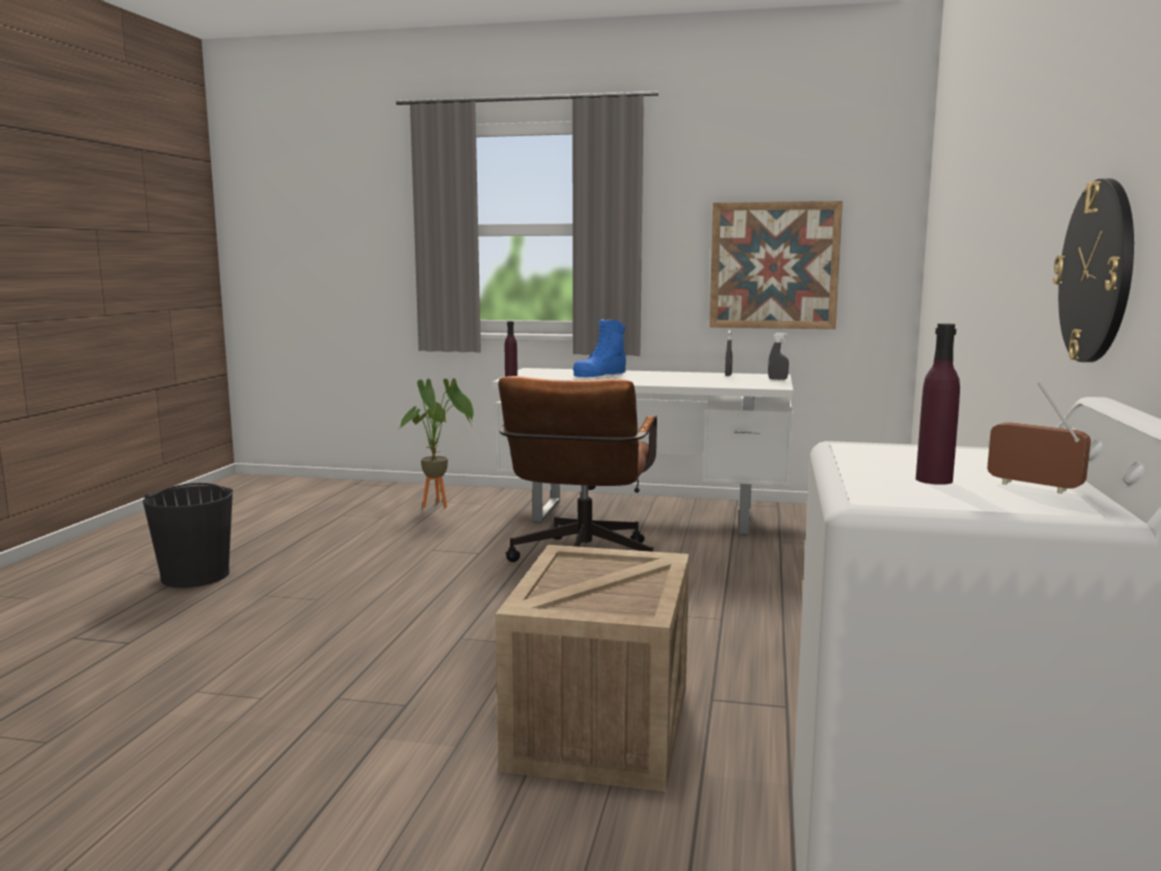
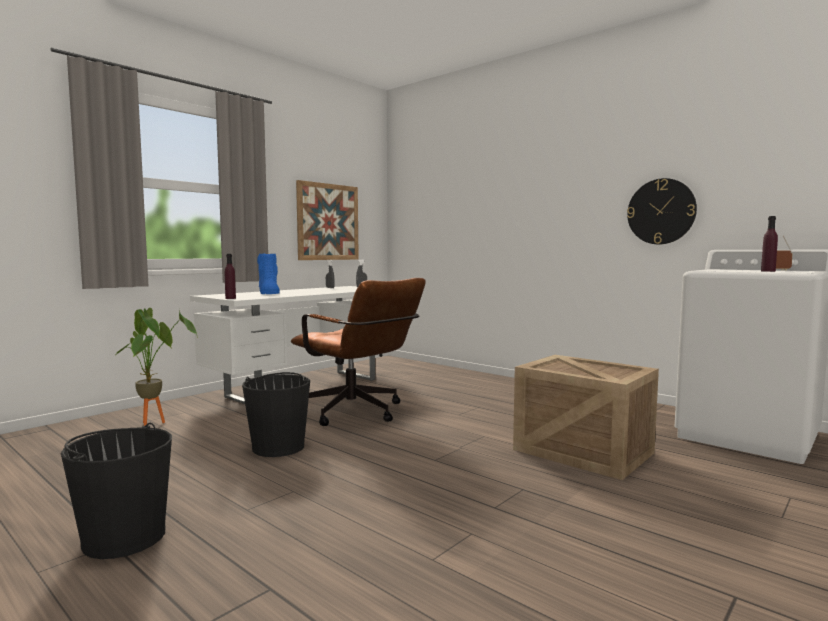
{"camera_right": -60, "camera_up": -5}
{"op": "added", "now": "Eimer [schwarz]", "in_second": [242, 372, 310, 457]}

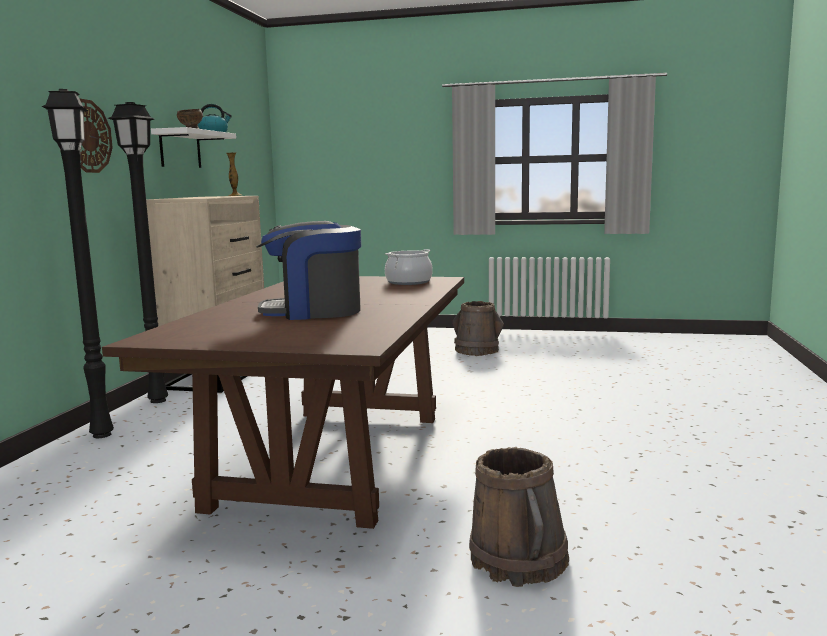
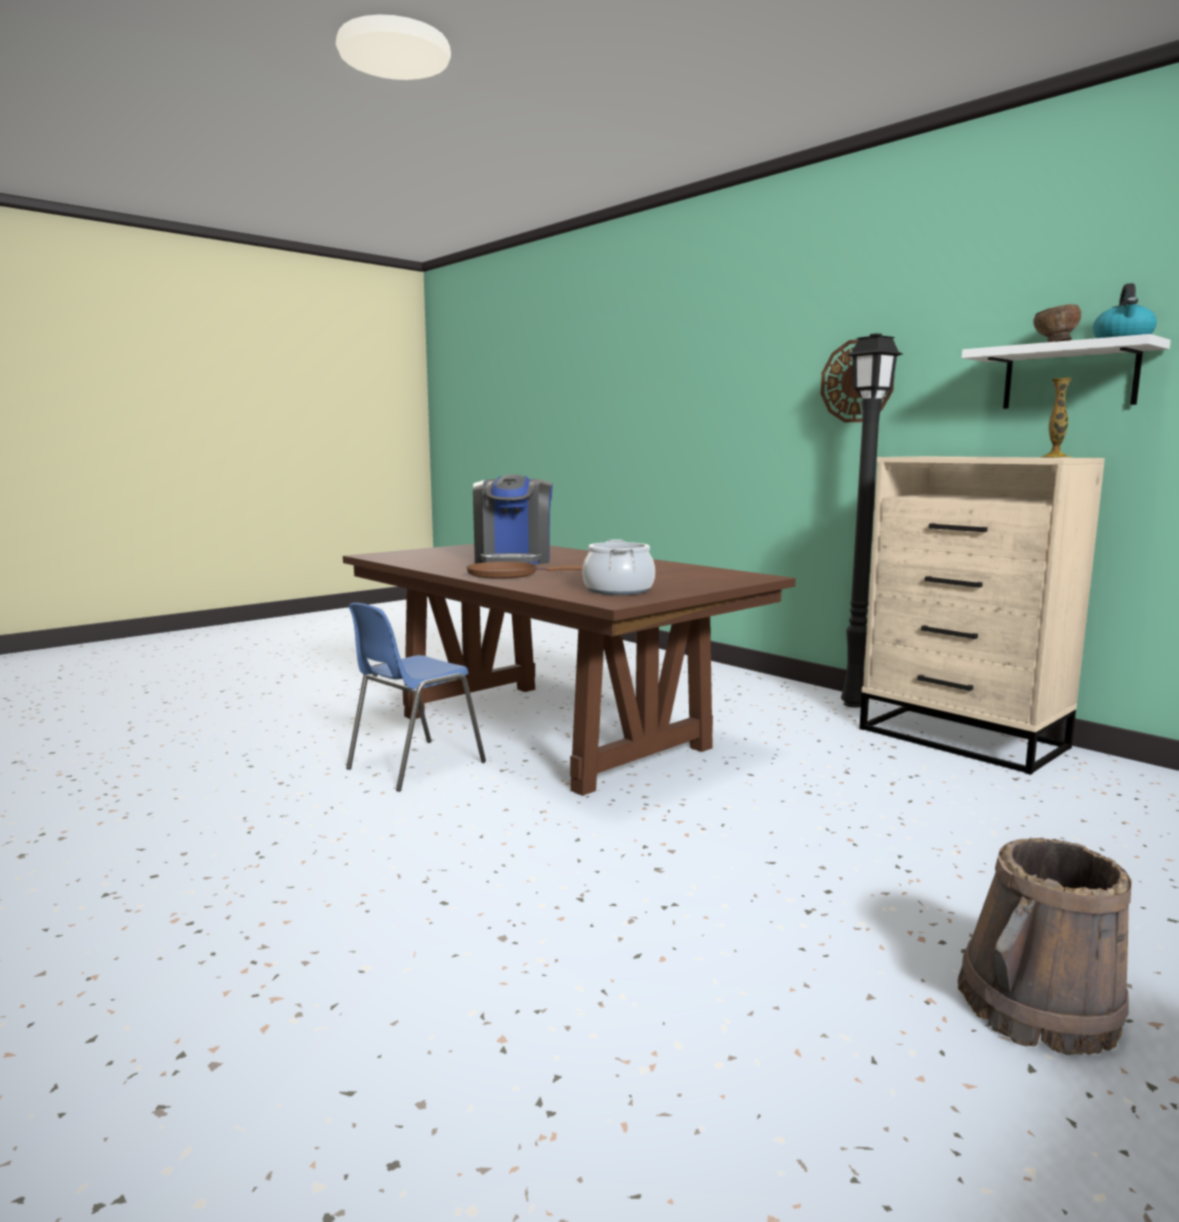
{"camera_right": 125, "camera_up": 0}
{"op": "removed", "was": "Stehlampe [schwarz]", "in_first": [42, 89, 114, 438]}
{"op": "turned", "was": "Kaffeemaschine", "in_first": [256, 221, 361, 320], "in_second": [473, 474, 553, 564], "clockwise": 150}
{"op": "removed", "was": "Eimer [braun]", "in_first": [469, 447, 569, 587]}
{"op": "added", "now": "Stuhl [blau]", "in_second": [346, 603, 486, 792]}
{"op": "added", "now": "Pfanne [braun]", "in_second": [466, 562, 583, 579]}

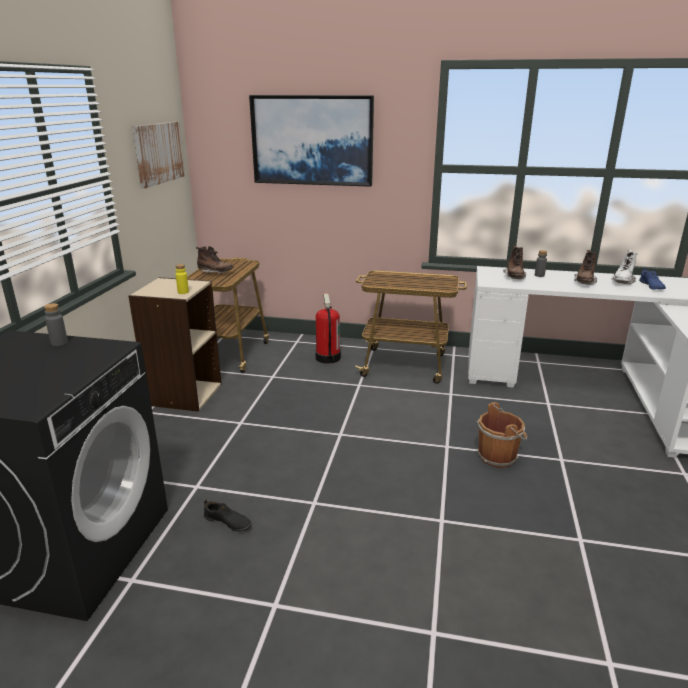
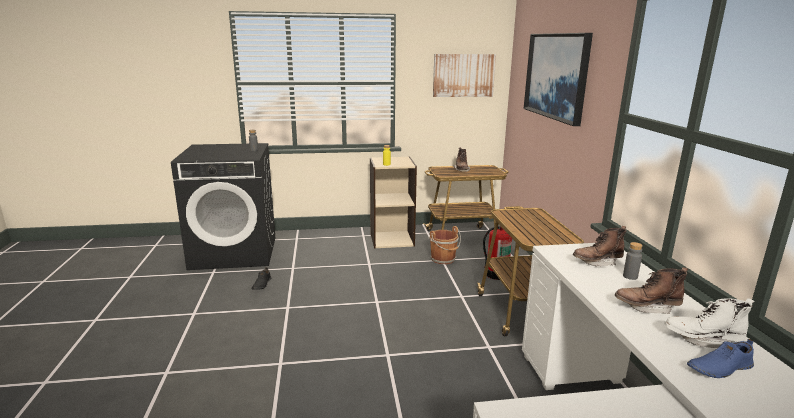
{"camera_right": 70, "camera_up": -5}
{"op": "moved", "was": "Eimer [braun]", "in_first": [477, 402, 528, 468], "in_second": [429, 226, 461, 264]}

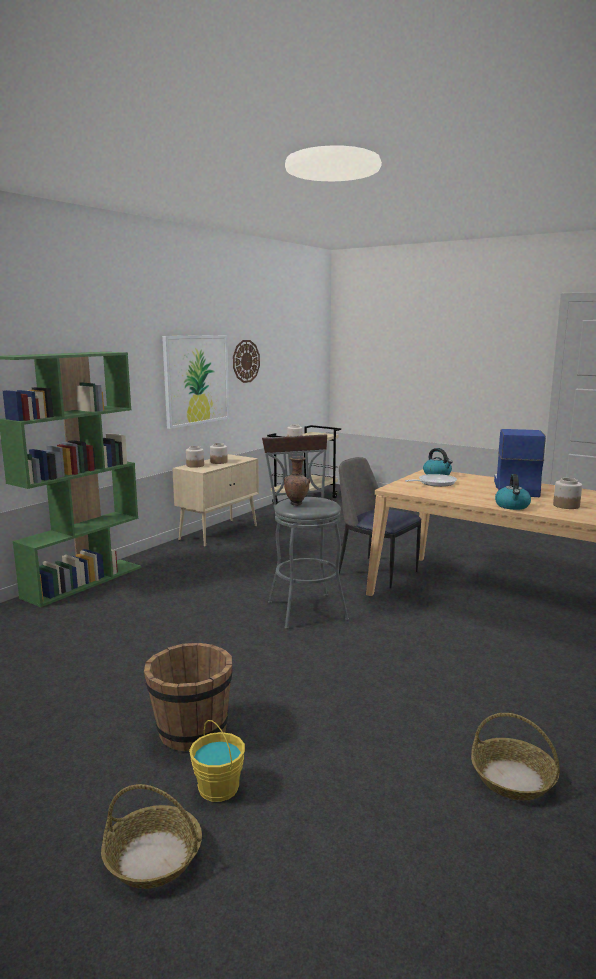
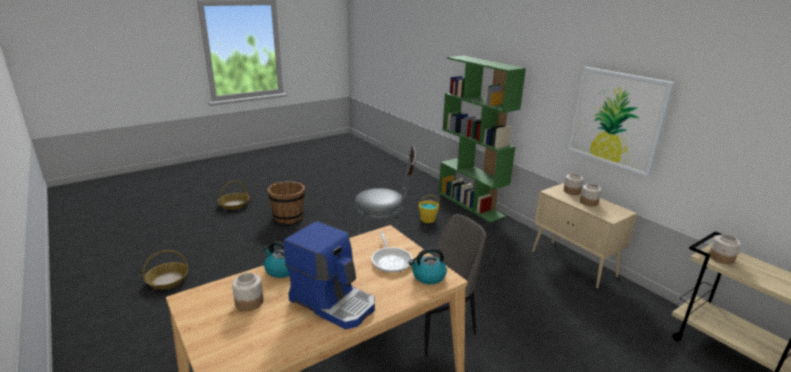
{"camera_right": 110, "camera_up": 10}
{"op": "moved", "was": "Eimer [gelb]", "in_first": [189, 720, 245, 802], "in_second": [419, 195, 439, 223]}
{"op": "removed", "was": "Wanduhr", "in_first": [233, 340, 260, 383]}
{"op": "removed", "was": "Vase [braun]", "in_first": [284, 456, 310, 506]}

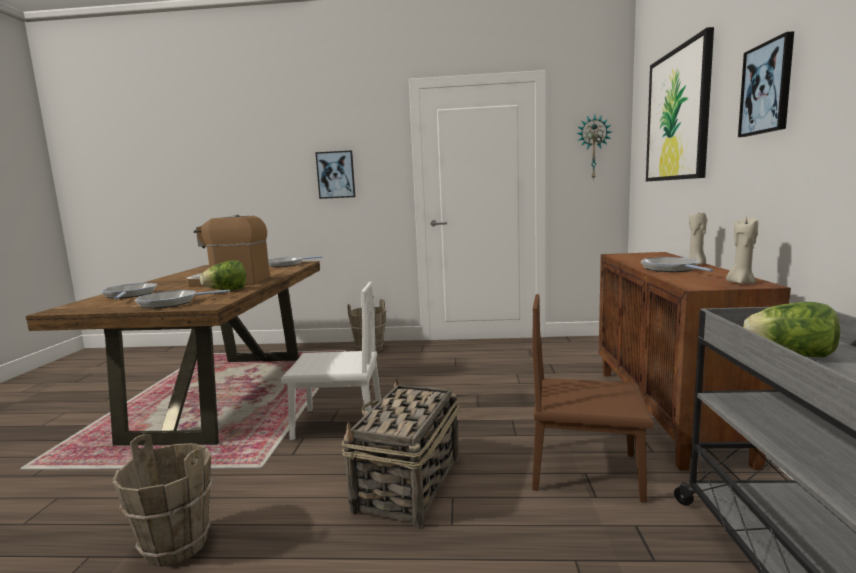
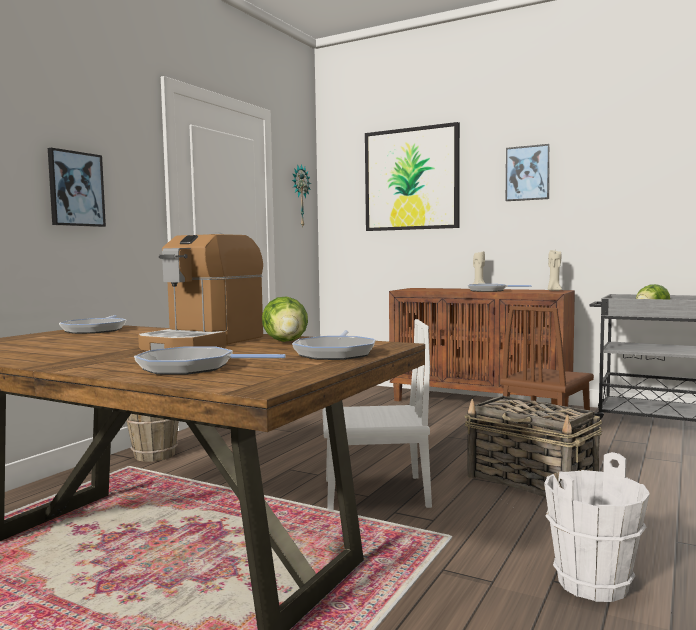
{"camera_right": -65, "camera_up": -5}
{"op": "recoloured", "was": "Eimer [braun]", "now": "Eimer [weiß]", "in_first": [112, 434, 213, 567], "in_second": [544, 452, 650, 602]}
{"op": "turned", "was": "Stuhl [weiß]", "in_first": [281, 282, 381, 440], "in_second": [322, 319, 432, 510], "clockwise": 60}

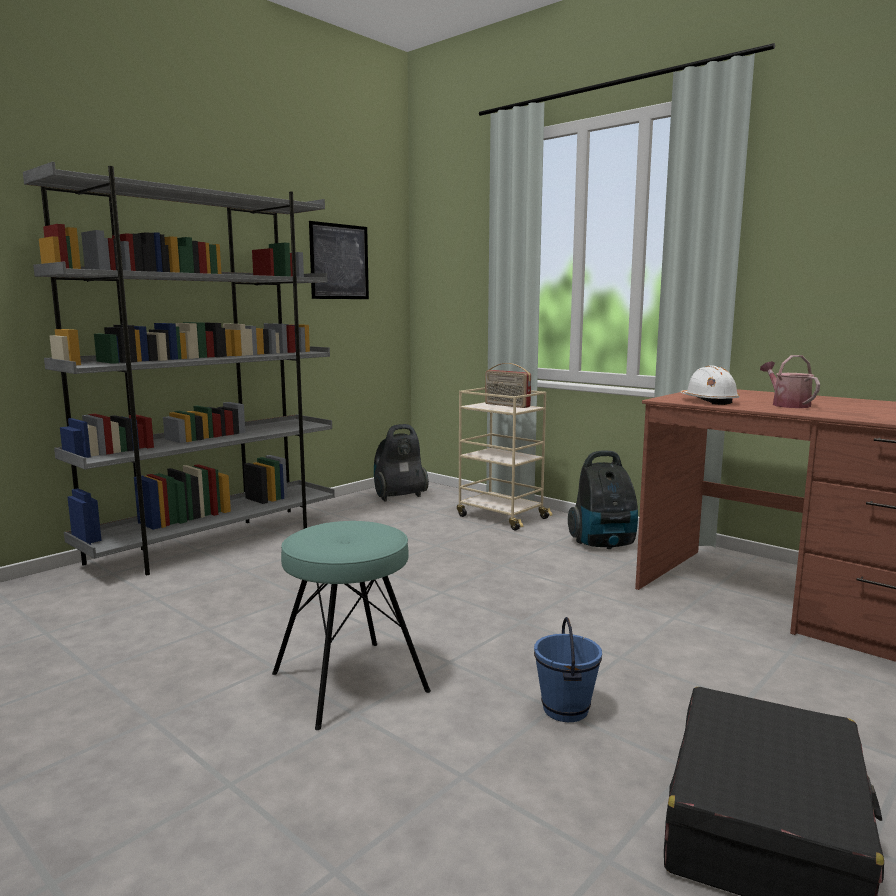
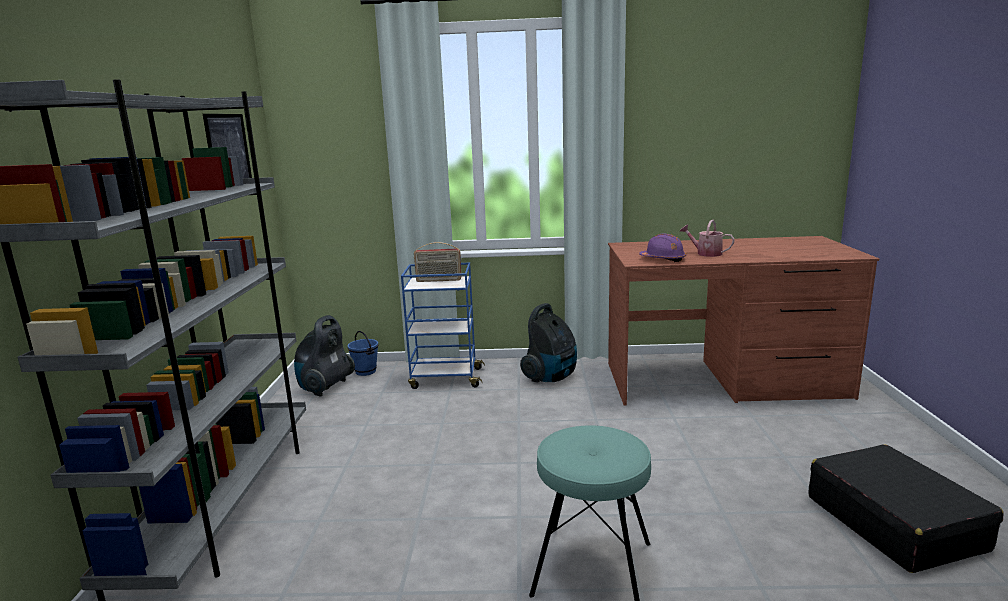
{"camera_right": -40, "camera_up": 5}
{"op": "recoloured", "was": "Rollwagen [beige]", "now": "Rollwagen [blau]", "in_first": [457, 387, 552, 531], "in_second": [401, 263, 485, 389]}
{"op": "moved", "was": "Eimer [blau]", "in_first": [534, 617, 602, 722], "in_second": [347, 331, 378, 376]}
{"op": "recoloured", "was": "Schutzhelm [weiß]", "now": "Schutzhelm [lila]", "in_first": [680, 365, 740, 405], "in_second": [639, 233, 686, 262]}

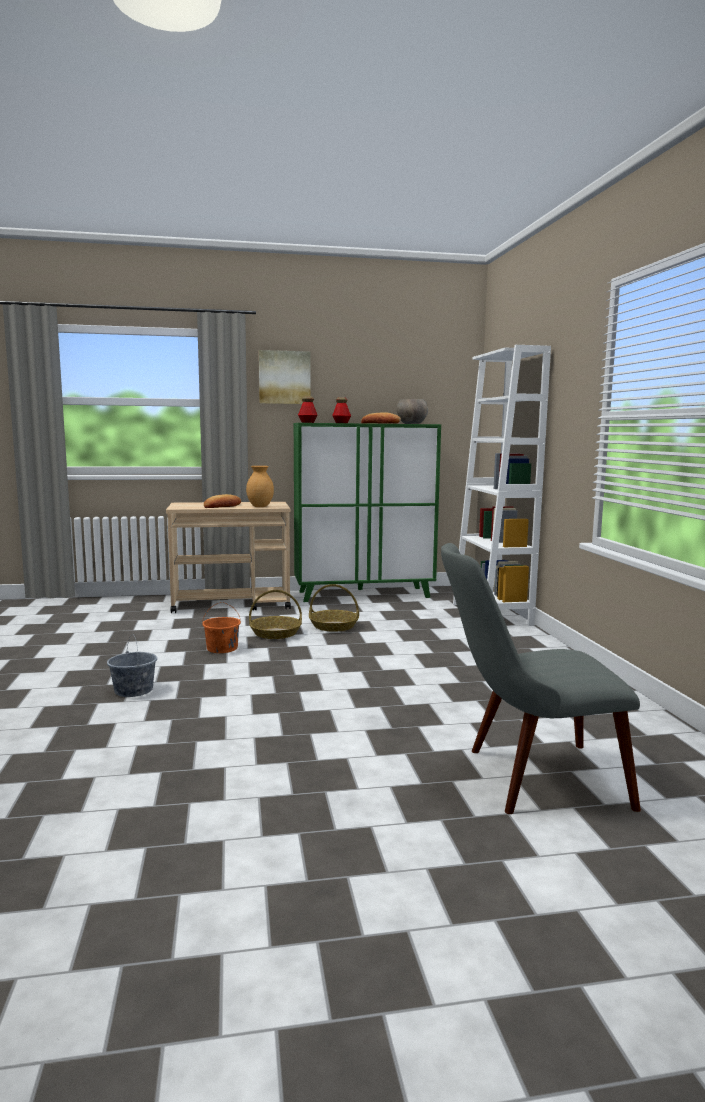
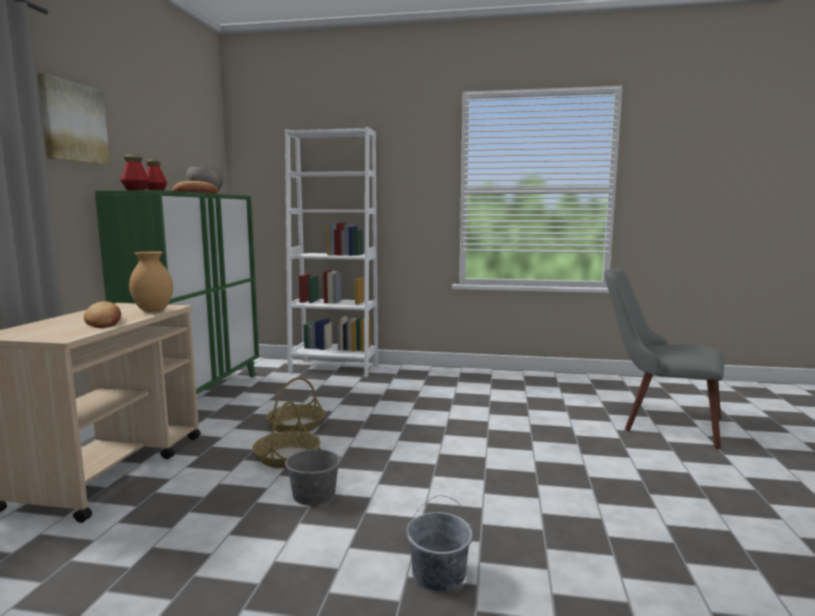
{"camera_right": -70, "camera_up": 0}
{"op": "recoloured", "was": "Eimer [orange]", "now": "Eimer [grau]", "in_first": [202, 602, 241, 653], "in_second": [285, 433, 341, 506]}
{"op": "turned", "was": "Stuhl [grau]", "in_first": [441, 543, 641, 814], "in_second": [604, 269, 724, 449], "clockwise": 105}

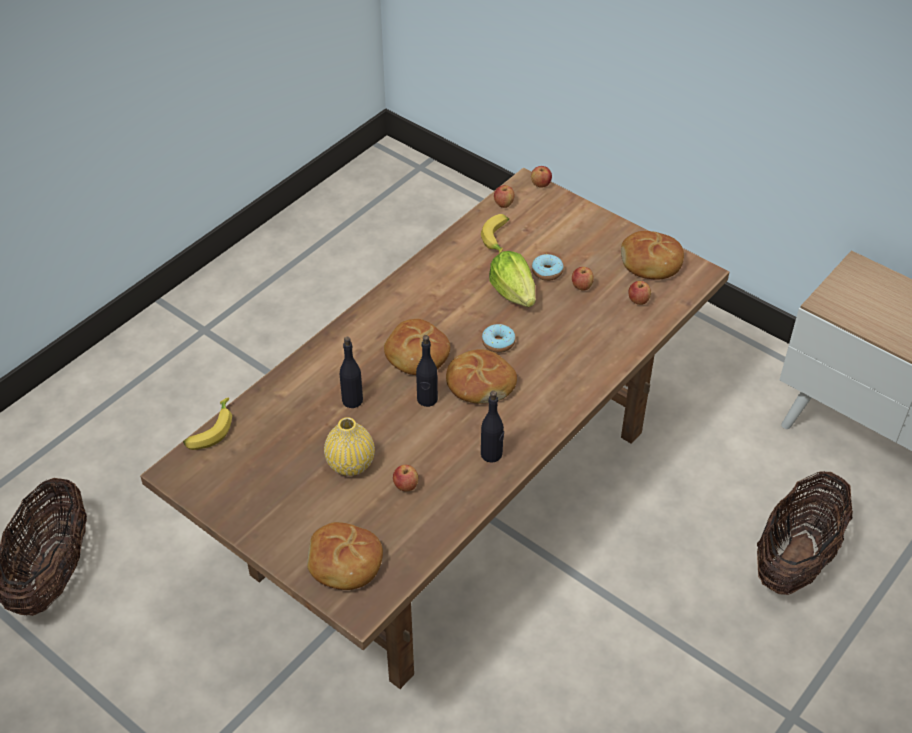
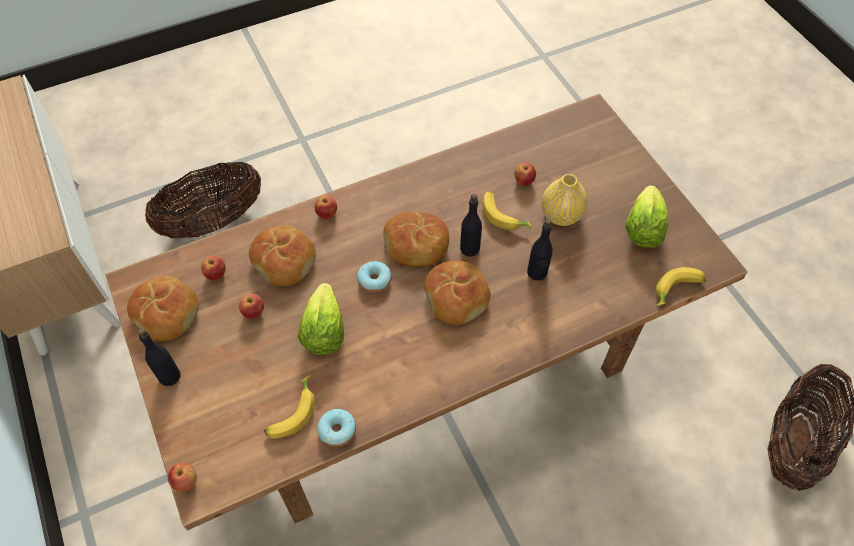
{"camera_right": -155, "camera_up": 10}
{"op": "moved", "was": "Brot", "in_first": [307, 522, 383, 590], "in_second": [249, 225, 316, 286]}
{"op": "moved", "was": "Flasche [schwarz]", "in_first": [481, 391, 504, 463], "in_second": [138, 329, 181, 386]}
{"op": "moved", "was": "Apfel", "in_first": [494, 185, 515, 208], "in_second": [315, 195, 337, 219]}
{"op": "moved", "was": "Donut", "in_first": [532, 254, 564, 281], "in_second": [318, 409, 356, 447]}
{"op": "added", "now": "Banane", "in_second": [482, 191, 532, 230]}
{"op": "added", "now": "Salatkopf", "in_second": [625, 185, 668, 248]}

